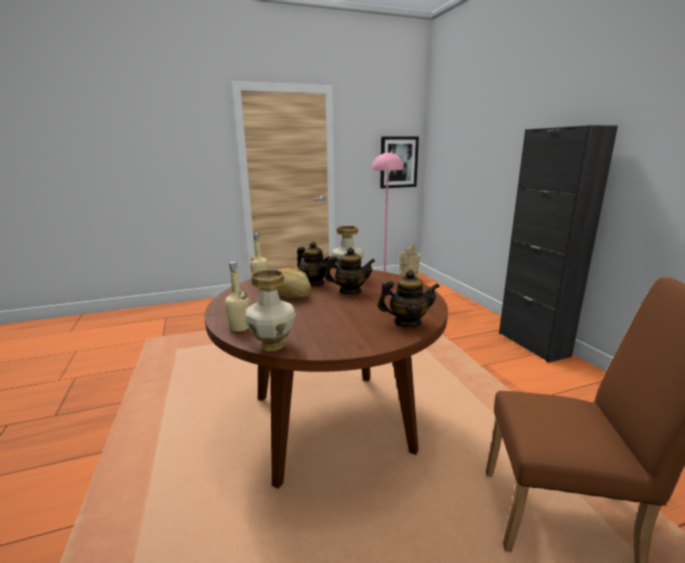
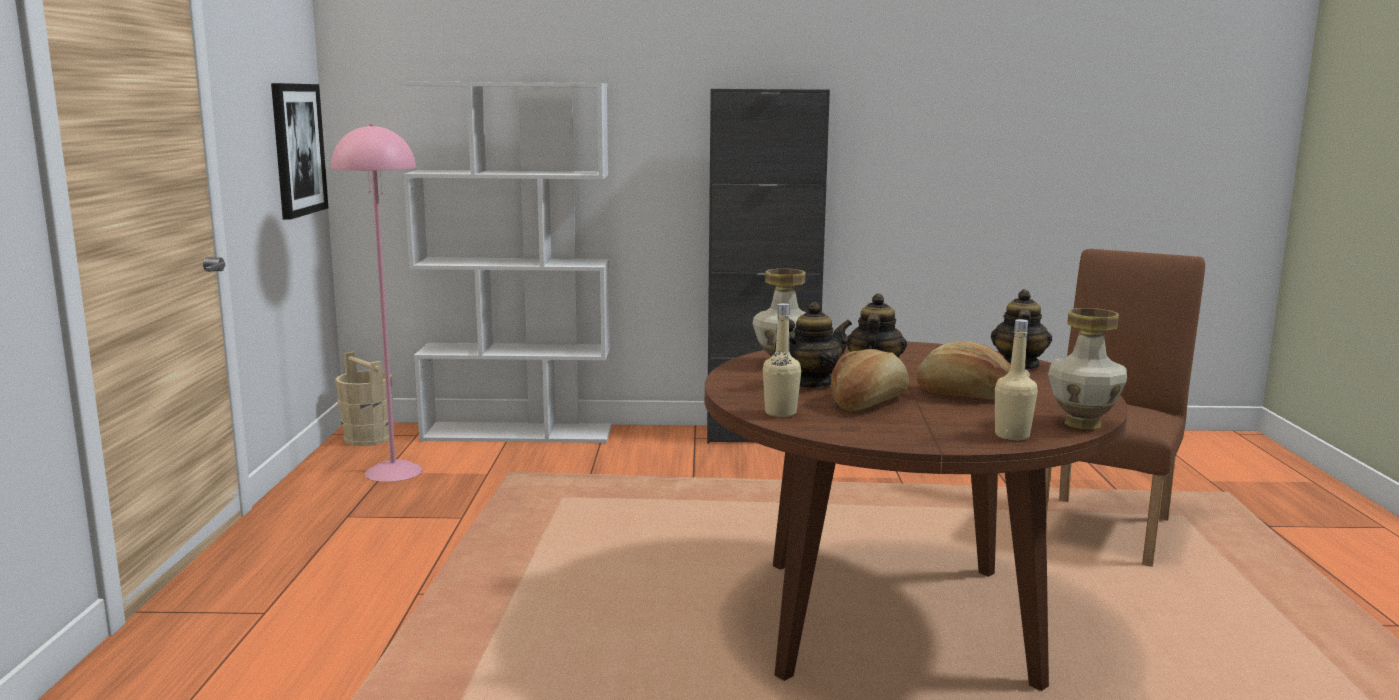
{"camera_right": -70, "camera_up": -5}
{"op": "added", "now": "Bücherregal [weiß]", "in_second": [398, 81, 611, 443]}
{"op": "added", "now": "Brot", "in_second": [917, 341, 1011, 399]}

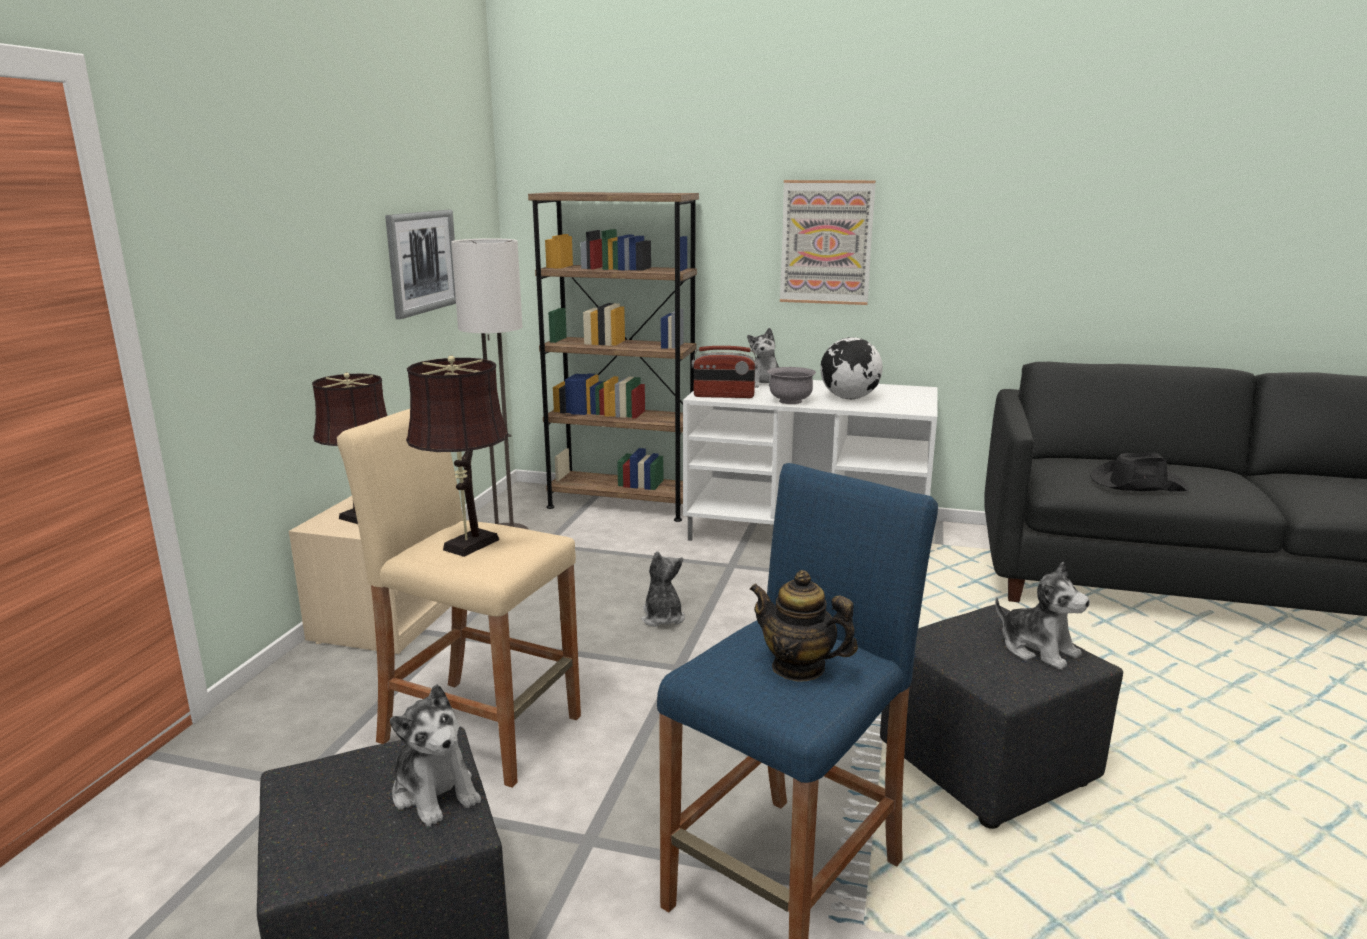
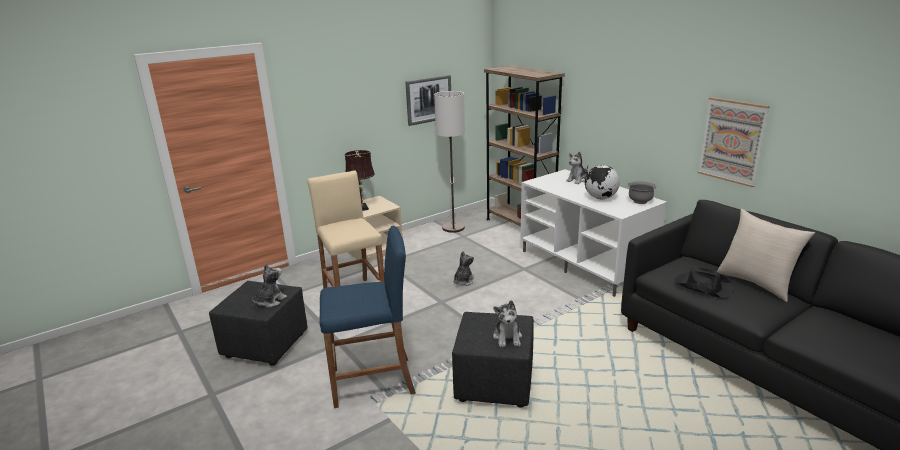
{"camera_right": 40, "camera_up": 5}
{"op": "turned", "was": "Plüschtier", "in_first": [390, 684, 481, 827], "in_second": [252, 264, 287, 308], "clockwise": -150}
{"op": "removed", "was": "Tischlampe [braun]", "in_first": [406, 356, 508, 557]}
{"op": "removed", "was": "Radio", "in_first": [692, 346, 758, 398]}
{"op": "removed", "was": "Teekanne", "in_first": [749, 570, 858, 682]}
{"op": "moved", "was": "Schüssel [grau]", "in_first": [767, 367, 816, 404], "in_second": [628, 181, 656, 204]}
{"op": "moved", "was": "Bild", "in_first": [780, 180, 876, 305], "in_second": [698, 97, 770, 187]}
{"op": "added", "now": "Kissen [beige]", "in_second": [717, 209, 815, 302]}

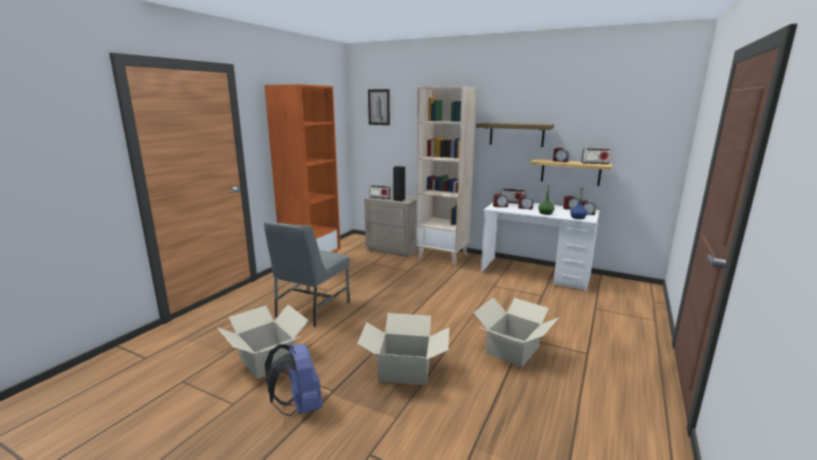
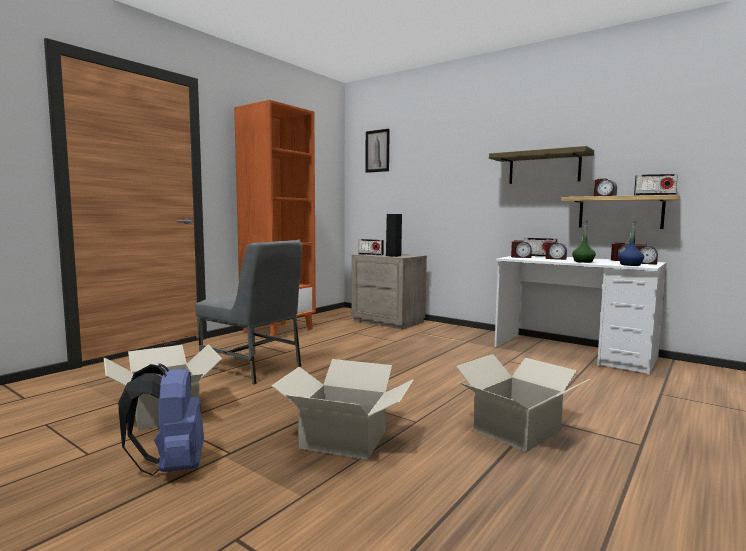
{"camera_right": 10, "camera_up": -10}
{"op": "turned", "was": "Stuhl [grau]", "in_first": [264, 220, 350, 327], "in_second": [195, 240, 302, 384], "clockwise": -90}
{"op": "removed", "was": "Bücherregal [beige]", "in_first": [416, 86, 477, 265]}

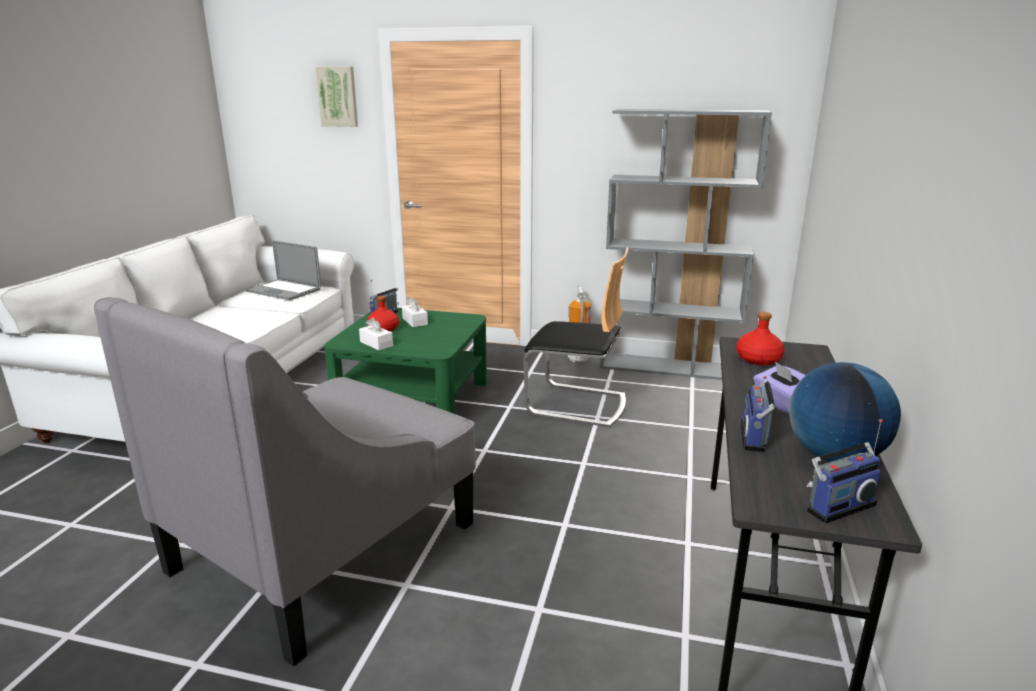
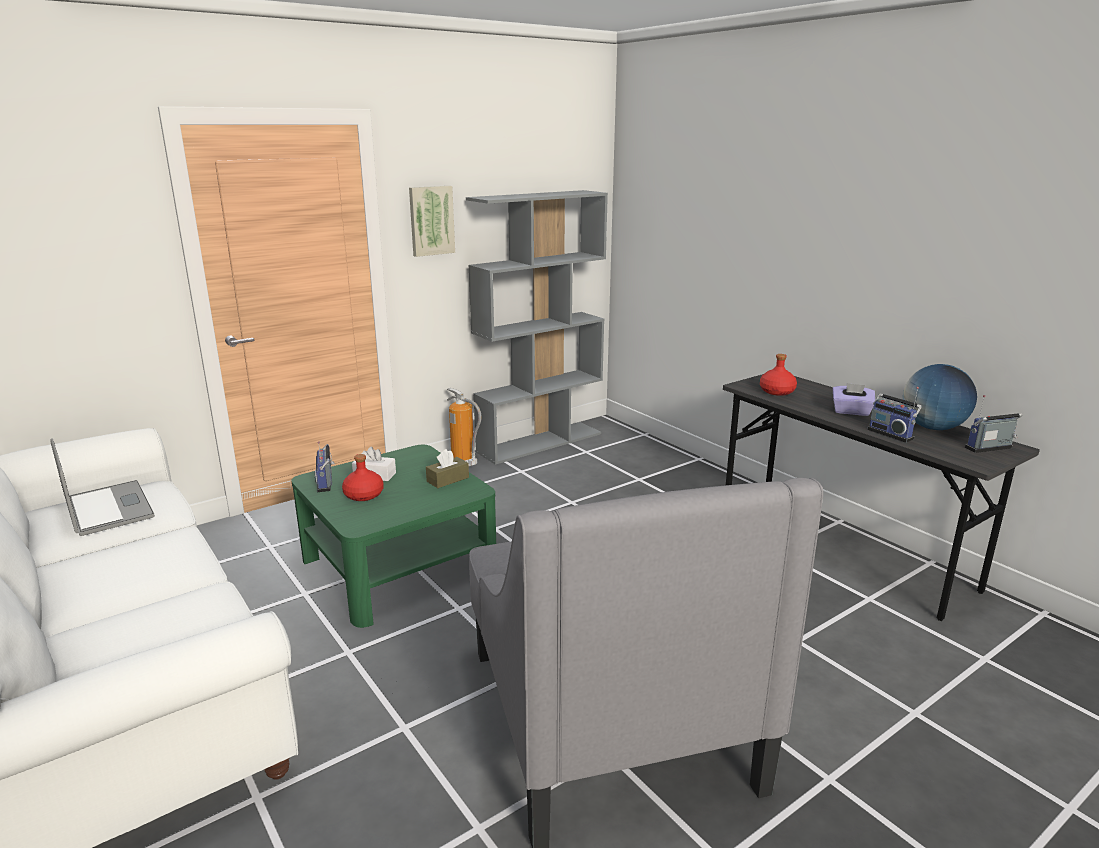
{"camera_right": -50, "camera_up": 0}
{"op": "turned", "was": "Laptop", "in_first": [245, 240, 321, 300], "in_second": [50, 438, 155, 536], "clockwise": -105}
{"op": "moved", "was": "Bild", "in_first": [315, 67, 358, 127], "in_second": [409, 186, 455, 257]}
{"op": "removed", "was": "Taschentuchbox [weiß]", "in_first": [359, 317, 393, 350]}
{"op": "removed", "was": "Stuhl", "in_first": [523, 247, 628, 427]}
{"op": "turned", "was": "Radio", "in_first": [807, 419, 883, 523], "in_second": [965, 395, 1023, 453], "clockwise": -120}
{"op": "added", "now": "Taschentuchbox [braun]", "in_second": [426, 449, 469, 488]}

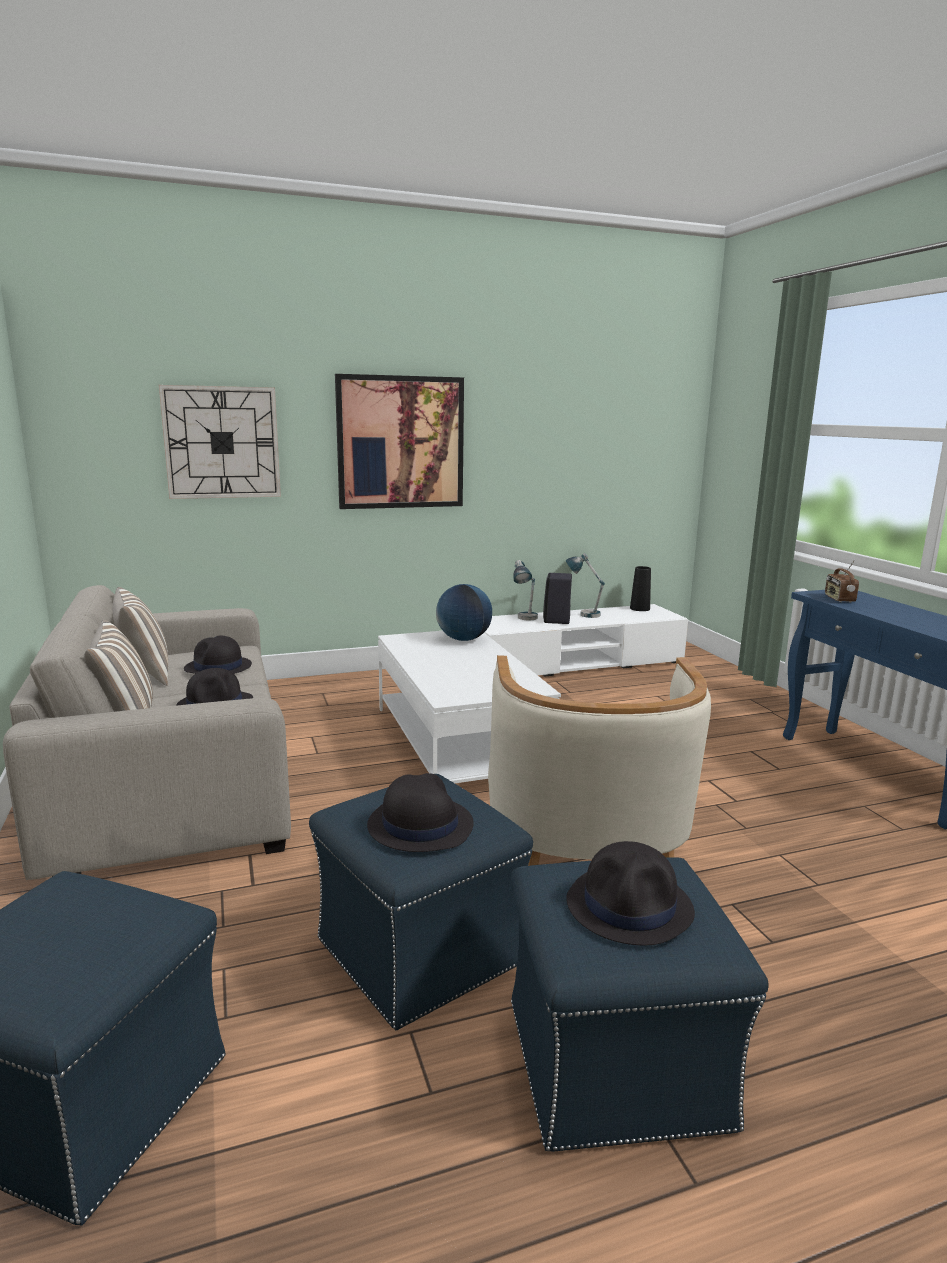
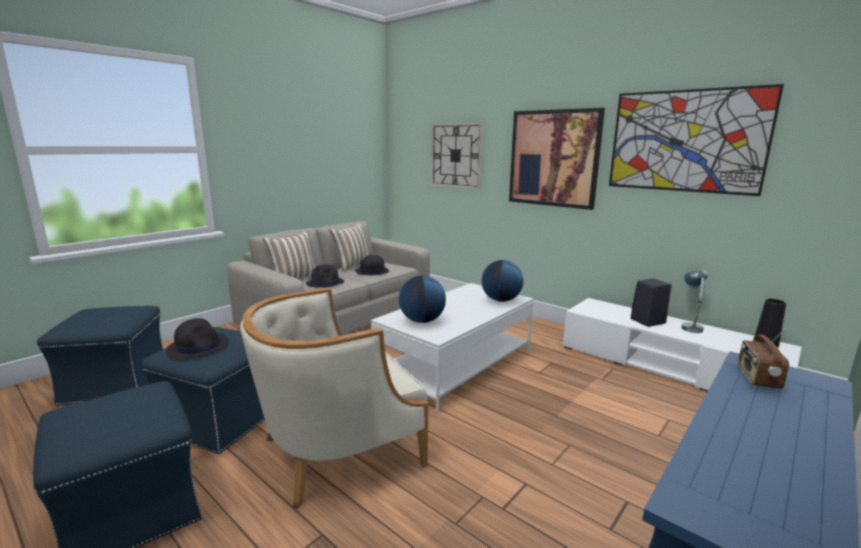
{"camera_right": 60, "camera_up": 0}
{"op": "removed", "was": "Tischlampe", "in_first": [513, 560, 538, 620]}
{"op": "removed", "was": "Hut [schwarz]", "in_first": [566, 841, 695, 945]}
{"op": "turned", "was": "Radio", "in_first": [825, 559, 859, 602], "in_second": [738, 329, 789, 389], "clockwise": -45}
{"op": "added", "now": "Globus", "in_second": [399, 275, 446, 323]}
{"op": "added", "now": "Bild", "in_second": [609, 84, 784, 196]}

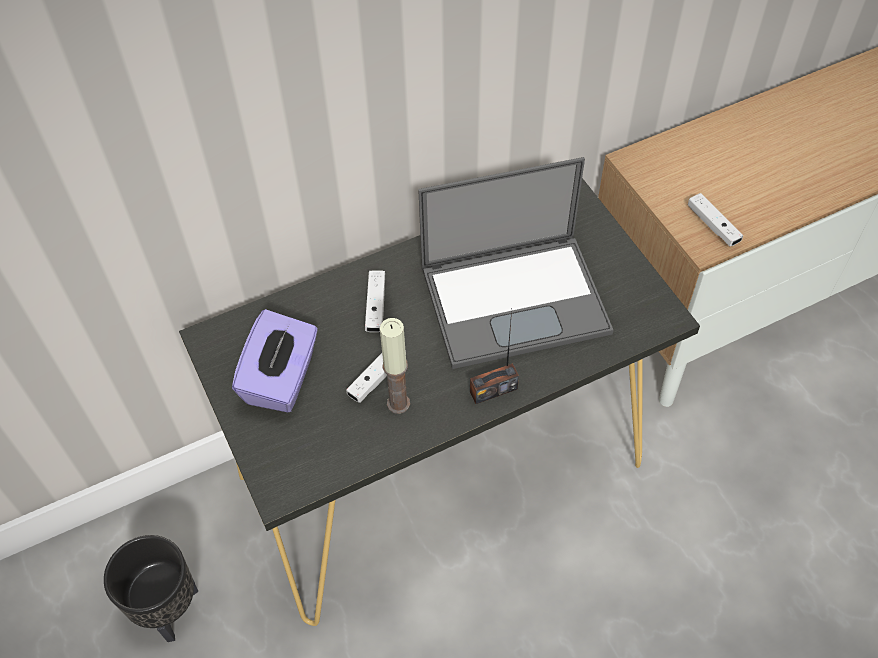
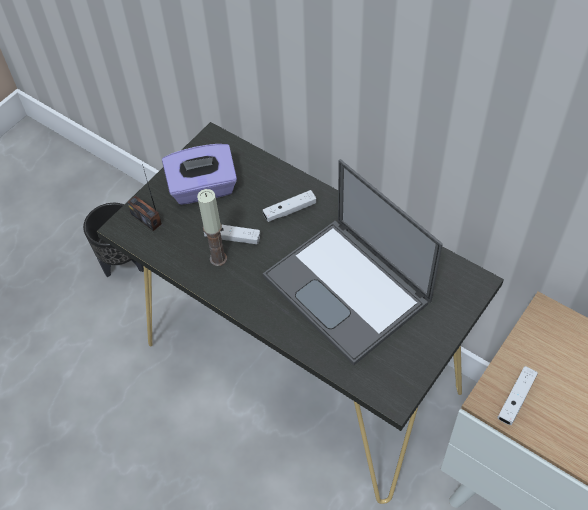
{"camera_right": 65, "camera_up": 0}
{"op": "moved", "was": "Radio", "in_first": [470, 309, 519, 404], "in_second": [127, 164, 162, 231]}

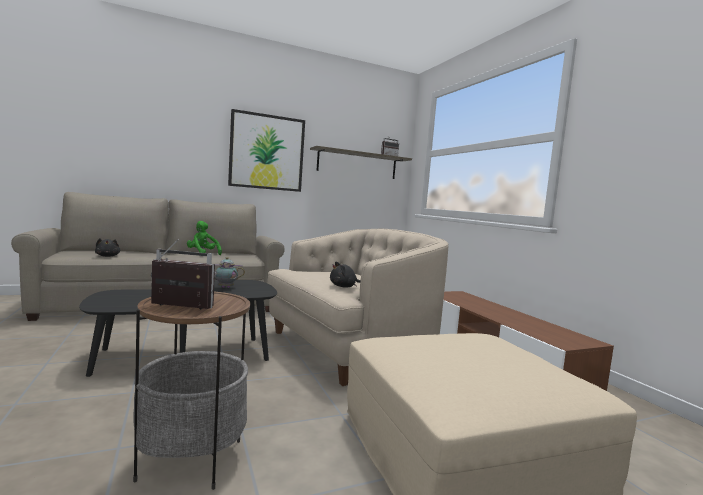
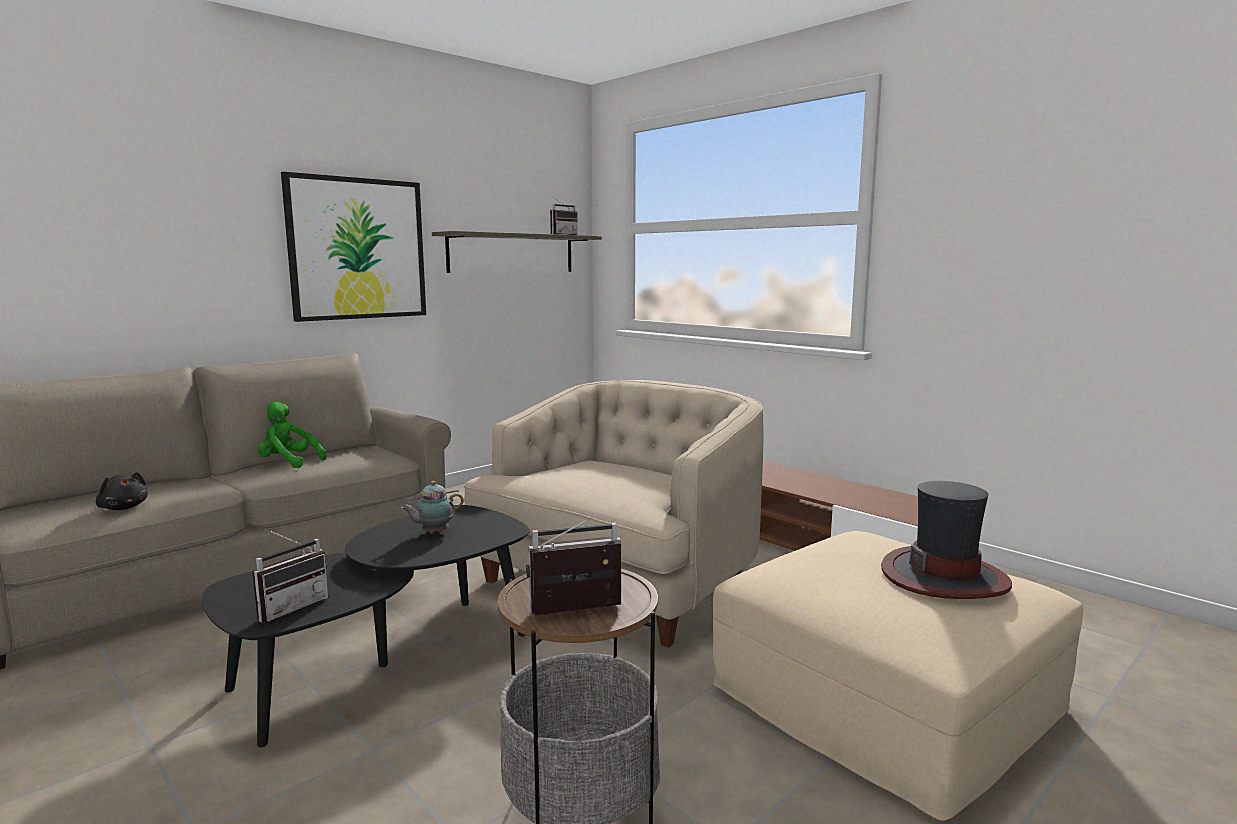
{"camera_right": -20, "camera_up": 5}
{"op": "removed", "was": "Plüschtier [schwarz]", "in_first": [330, 262, 361, 287]}
{"op": "added", "now": "Radio", "in_second": [252, 529, 329, 623]}
{"op": "added", "now": "Hut", "in_second": [881, 481, 1012, 599]}

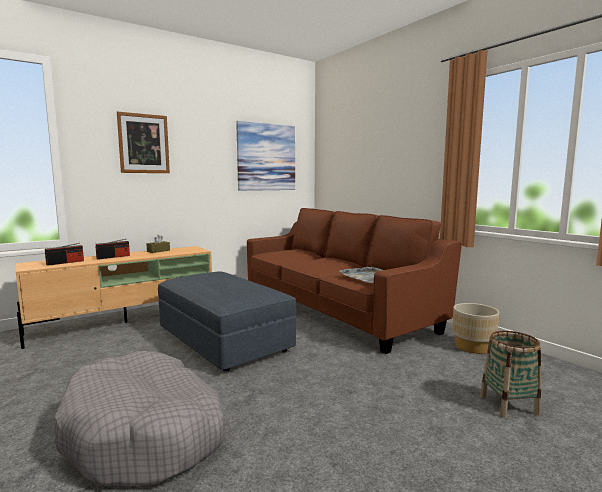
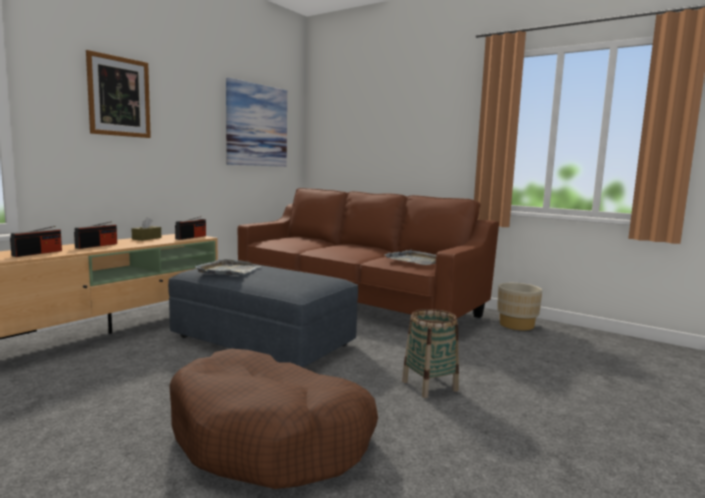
{"camera_right": -20, "camera_up": 0}
{"op": "recoloured", "was": "Hundebett [grau]", "now": "Hundebett [braun]", "in_first": [54, 351, 226, 487], "in_second": [169, 349, 378, 489]}
{"op": "moved", "was": "Korb", "in_first": [480, 331, 541, 418], "in_second": [402, 309, 459, 398]}
{"op": "added", "now": "Radio", "in_second": [175, 216, 206, 240]}
{"op": "added", "now": "Tablett [grau]", "in_second": [195, 259, 261, 275]}

